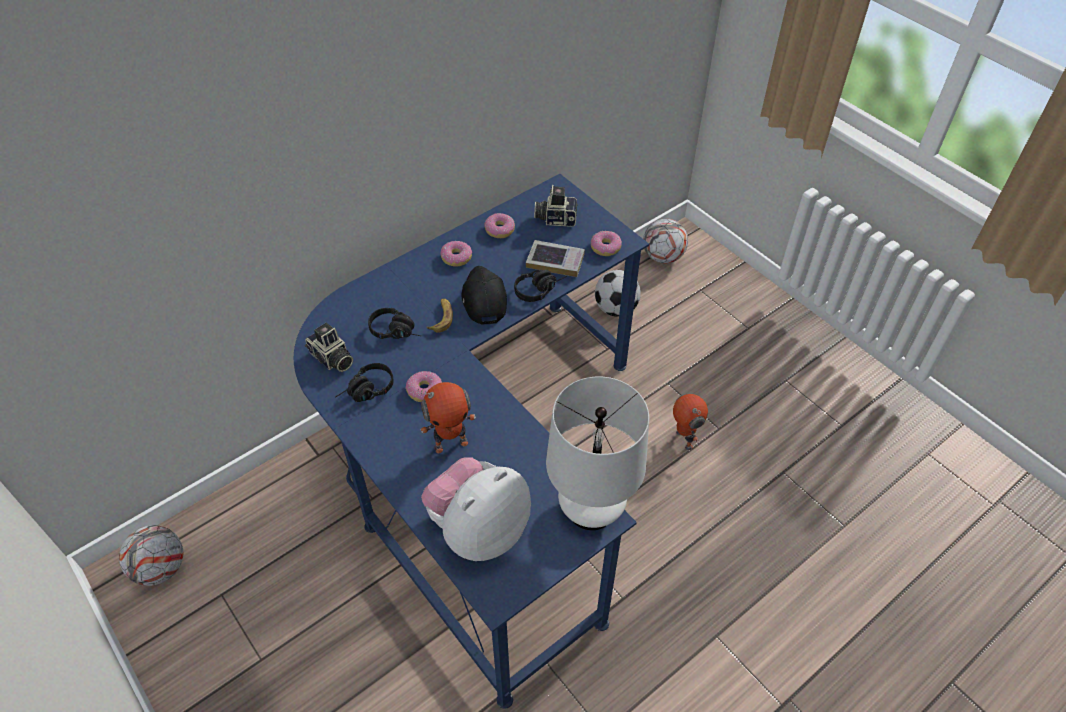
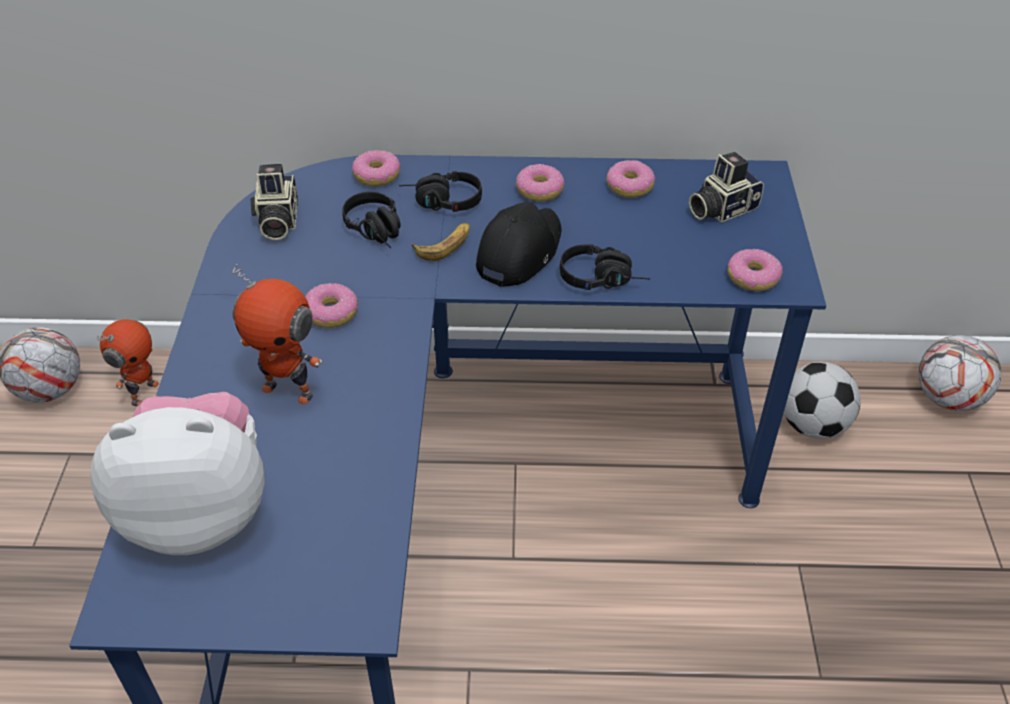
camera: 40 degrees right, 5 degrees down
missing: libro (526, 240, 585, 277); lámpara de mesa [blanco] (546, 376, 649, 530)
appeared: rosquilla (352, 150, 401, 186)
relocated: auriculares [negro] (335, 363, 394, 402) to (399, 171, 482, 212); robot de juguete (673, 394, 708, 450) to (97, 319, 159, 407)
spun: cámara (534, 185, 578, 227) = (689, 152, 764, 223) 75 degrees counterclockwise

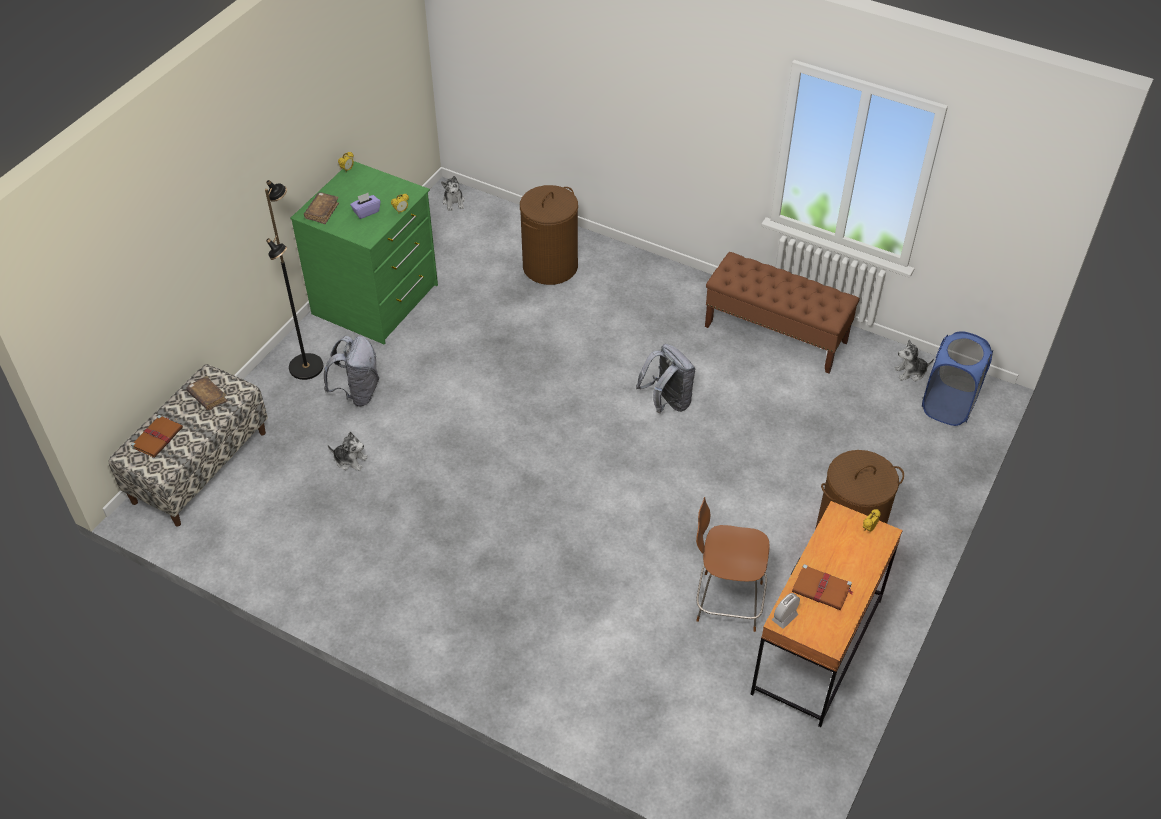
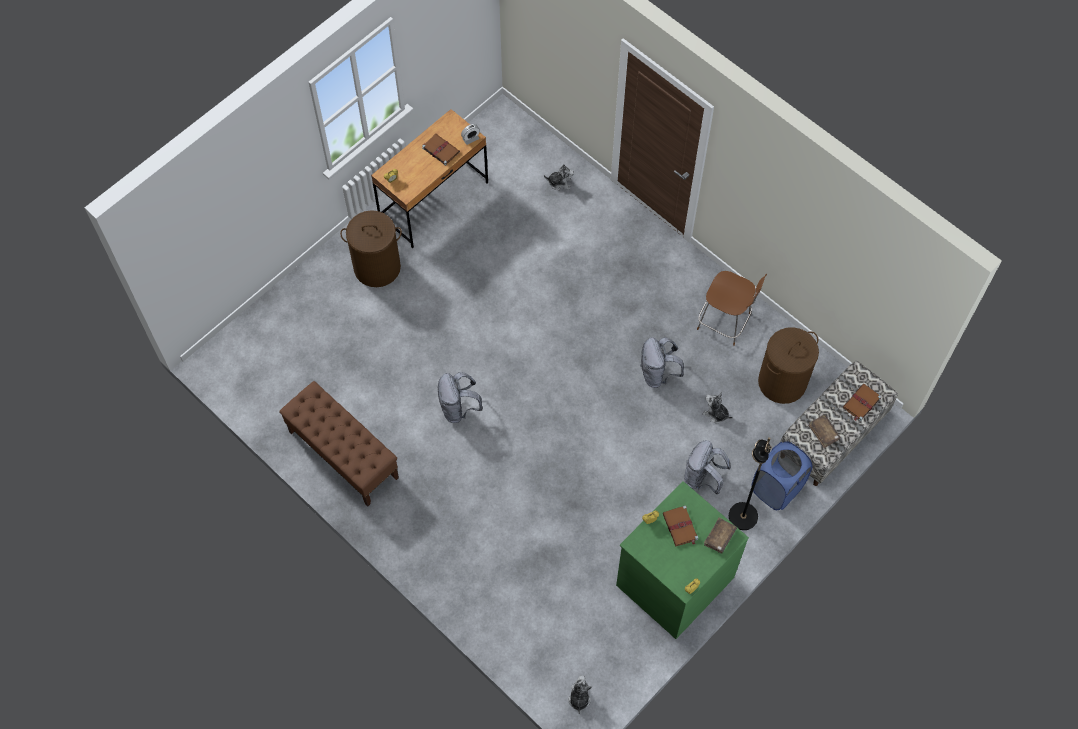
camera: 165 degrees left, 15 degrees up
appeared: mochila [gris] (640, 337, 684, 388)
relocated: cesto de la ropa [marrón] (520, 185, 578, 285) to (758, 327, 819, 404); silla [marrón] (696, 497, 770, 632) to (697, 271, 767, 346); peluche (895, 340, 934, 381) to (544, 164, 574, 191); cesto de la ropa [azul] (922, 331, 993, 426) to (752, 441, 812, 510)
exchanged: caja de pañuelos [morado] (350, 193, 381, 219) to libro [marrón] (663, 505, 698, 546)

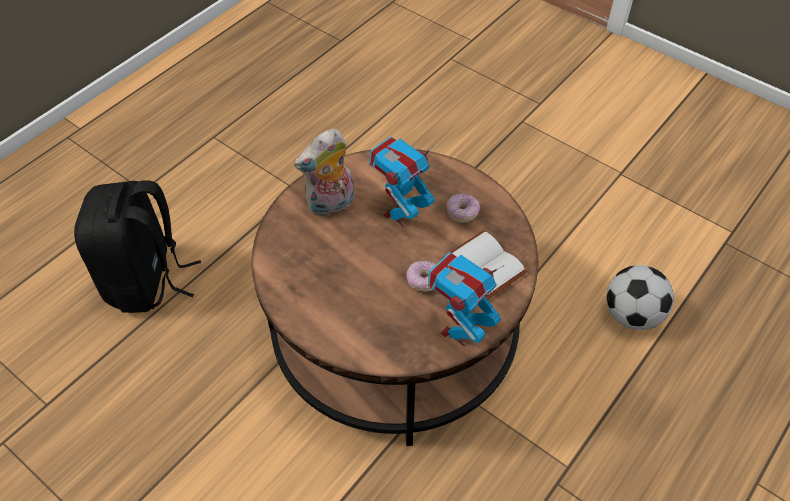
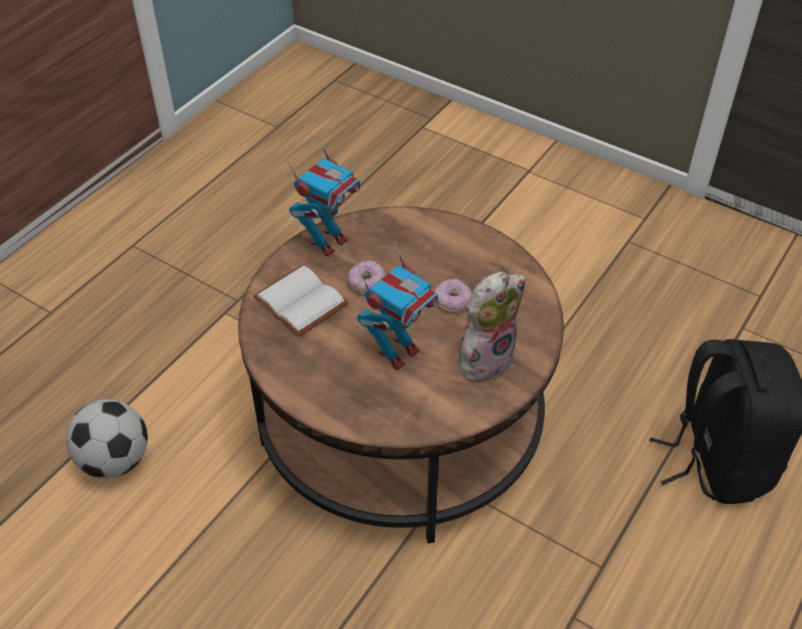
camera: 175 degrees right, 5 degrees down
relocated: rosquilla (447, 193, 480, 223) to (434, 279, 472, 313)

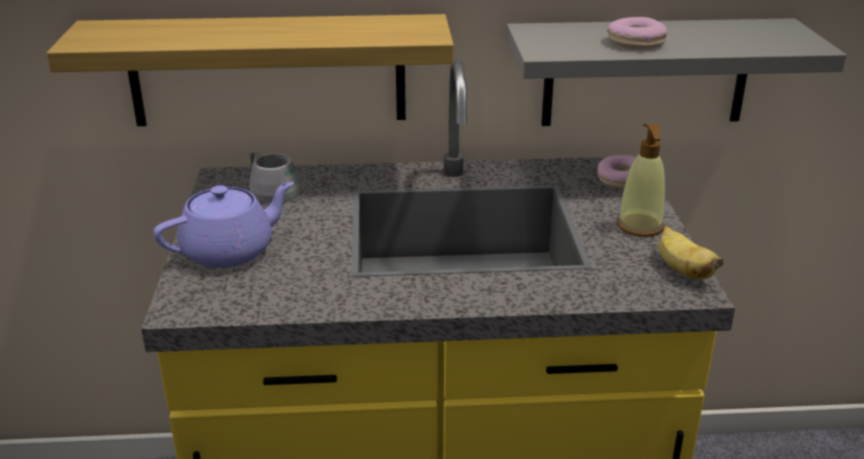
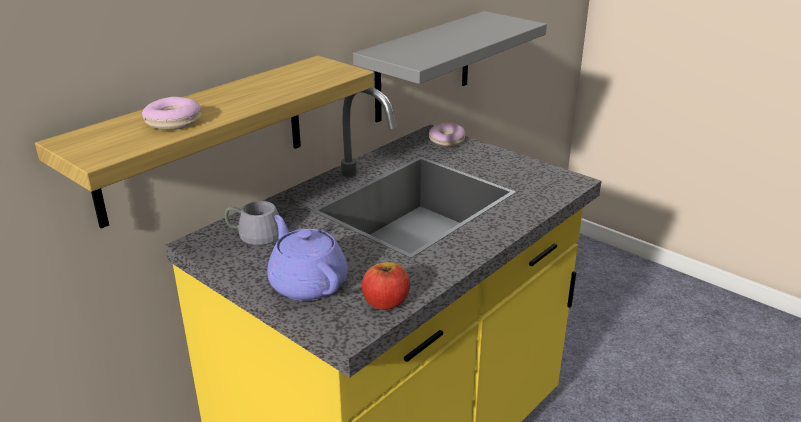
camera: 45 degrees left, 0 degrees up
missing: dispensador de jabón (617, 124, 665, 237); plátano (659, 227, 724, 280)
appeared: manzana (362, 262, 410, 310)
relocated: rosquilla (607, 17, 668, 49) to (142, 97, 201, 130)
spun: tetera [morado] (153, 182, 294, 268) = (267, 215, 348, 301) 45 degrees counterclockwise

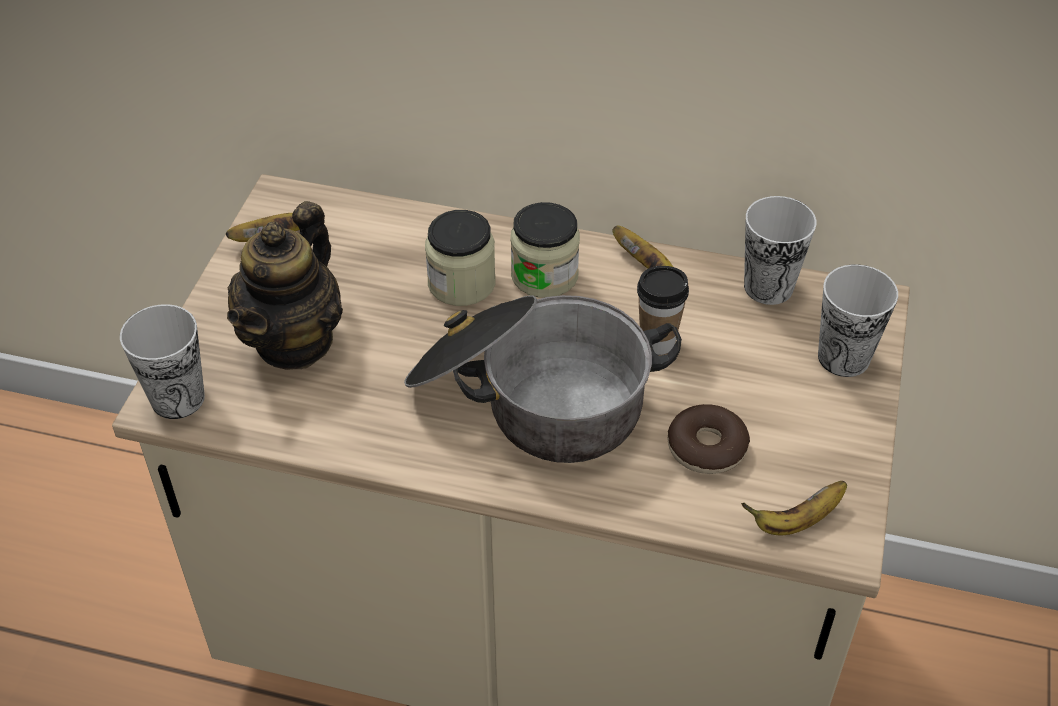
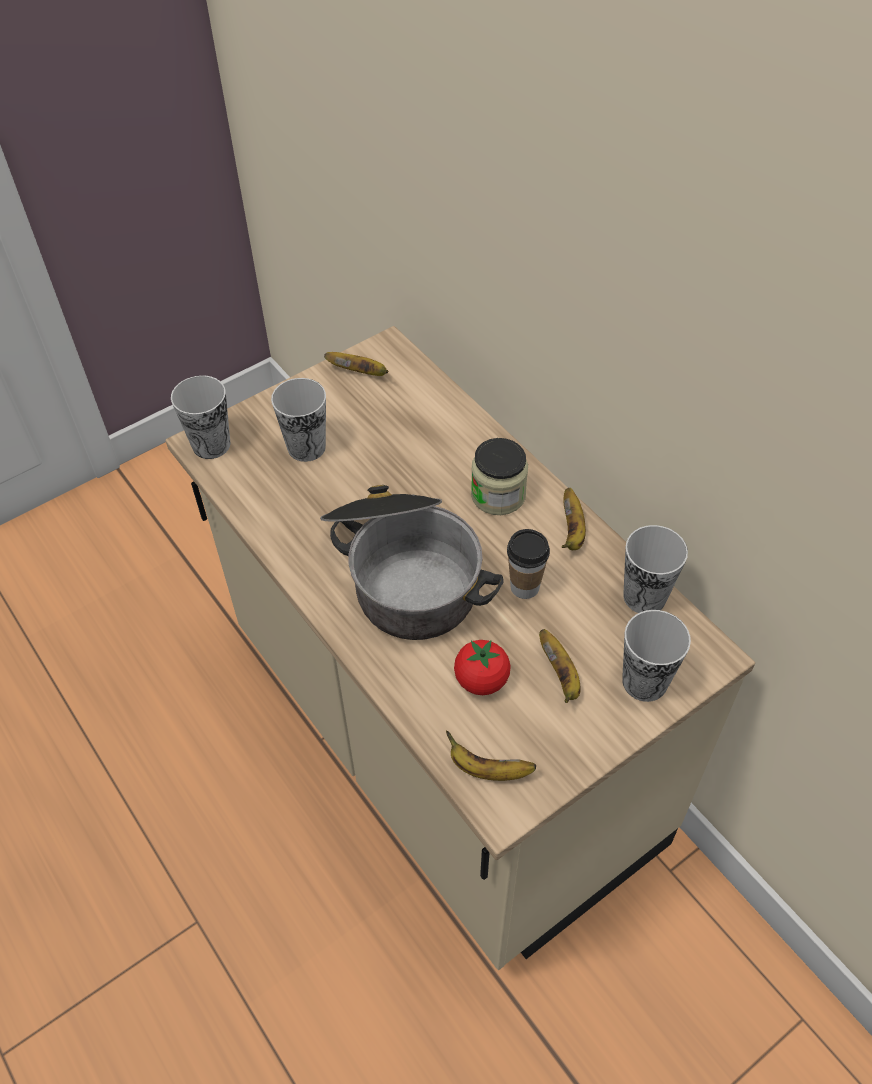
camera: 40 degrees right, 5 degrees up
missing: tarro (425, 210, 496, 306)
appeared: plátano (539, 629, 581, 703)
exchanged: tetera (227, 201, 343, 370) to taza (271, 378, 326, 462); rosquilla (667, 404, 750, 474) to tomate (454, 640, 511, 695)

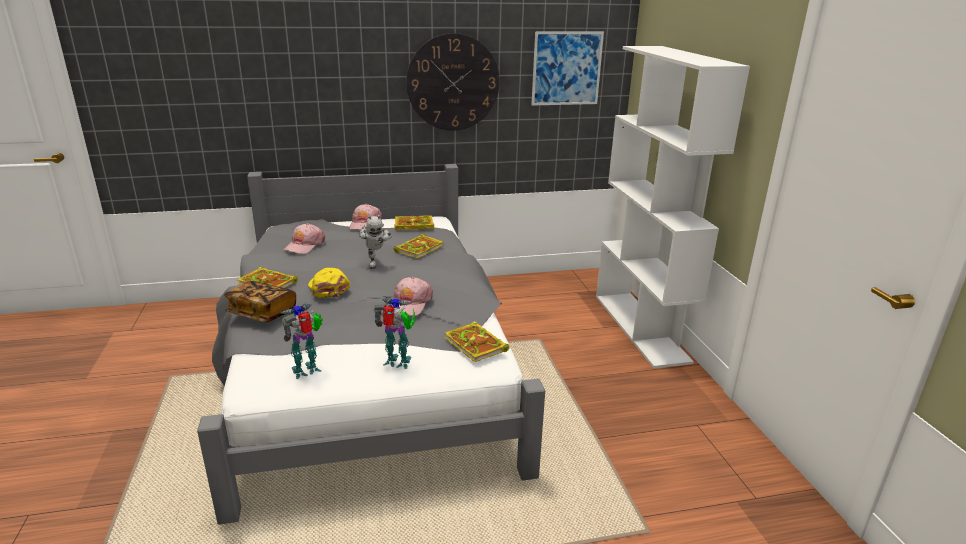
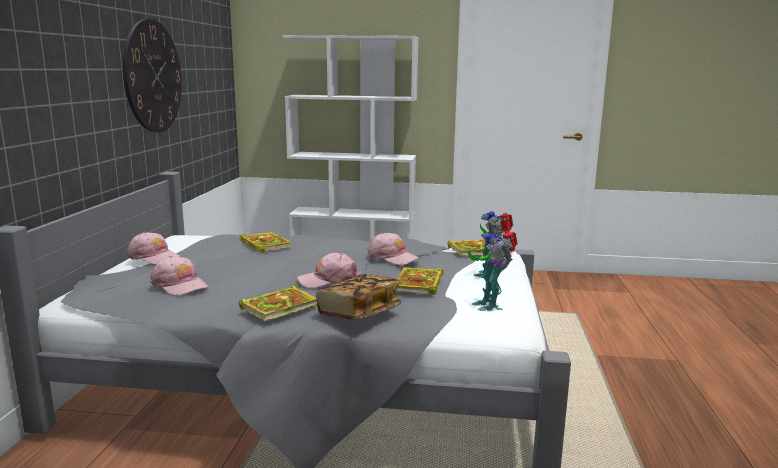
camera: 70 degrees left, 10 degrees down
missing: robot de juguete (359, 215, 392, 269); cuadro (531, 31, 604, 106)
relocated: libro (395, 215, 434, 230) to (395, 267, 444, 295)
colour: gorra [amarillo] (308, 268, 351, 298) to gorra [rosa] (297, 253, 360, 288)

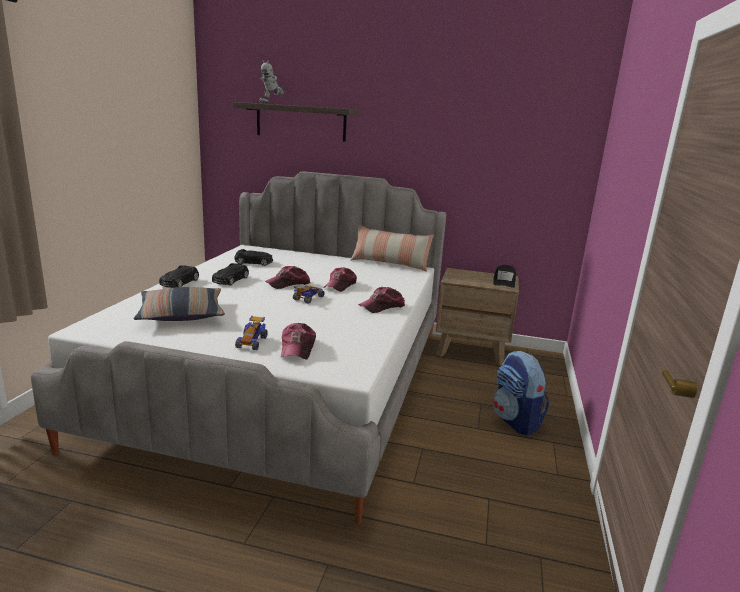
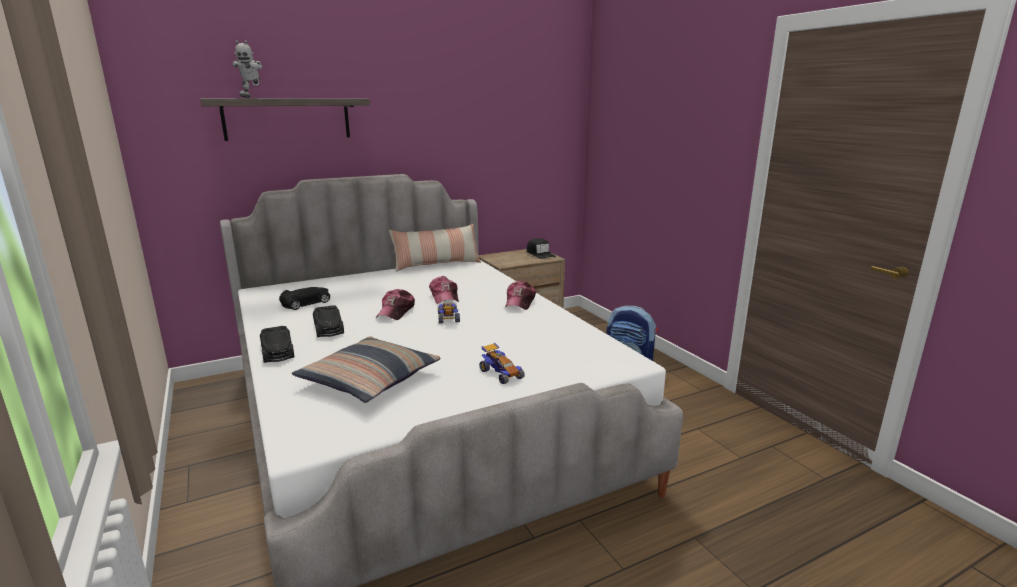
camera: 40 degrees left, 0 degrees up
missing: gorra (281, 323, 316, 359)

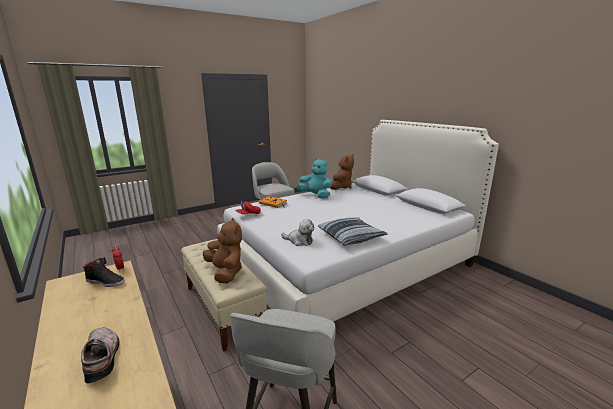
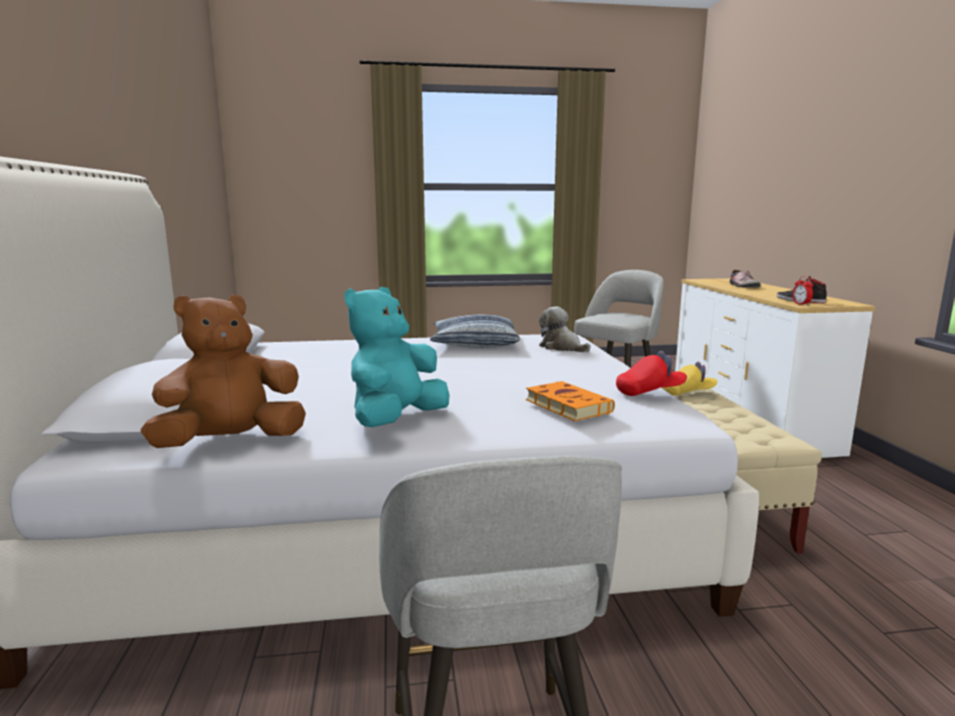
camera: 155 degrees left, 5 degrees down
exchanged: peluche [marrón] (203, 218, 242, 284) to gorra [amarillo] (662, 362, 717, 395)
spun: peluche [turquesa] (296, 158, 332, 199) = (344, 287, 449, 427) 60 degrees clockwise

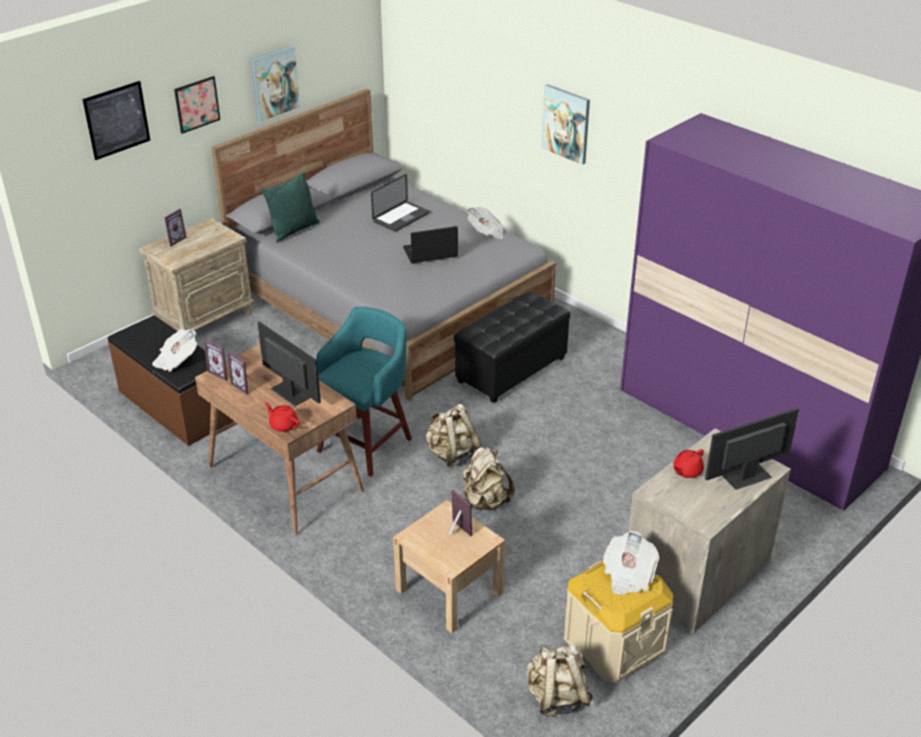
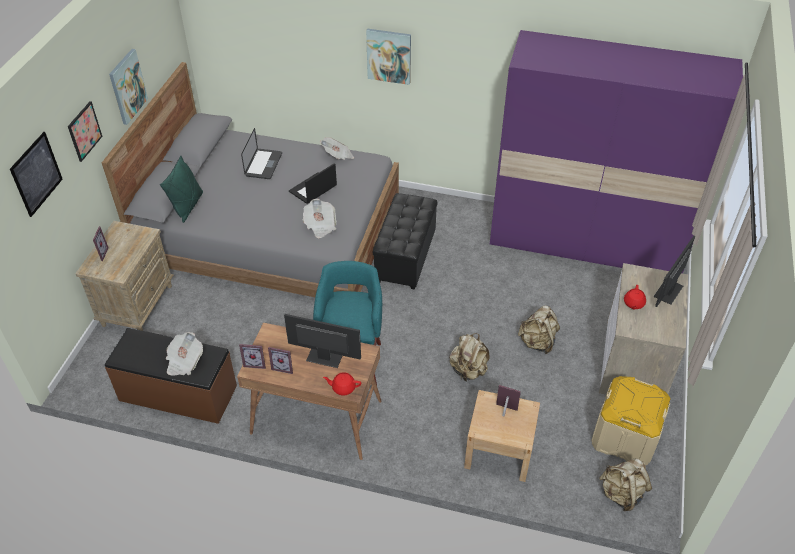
camera: 30 degrees left, 10 degrees up
relocated: mochila [beis] (425, 404, 482, 467) to (518, 306, 560, 354); periódico (602, 531, 659, 595) to (303, 199, 336, 238)

